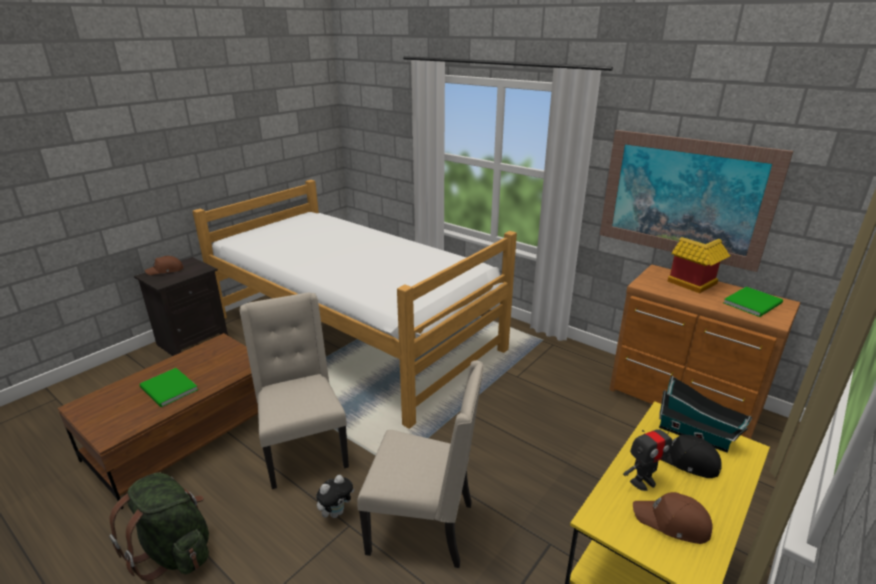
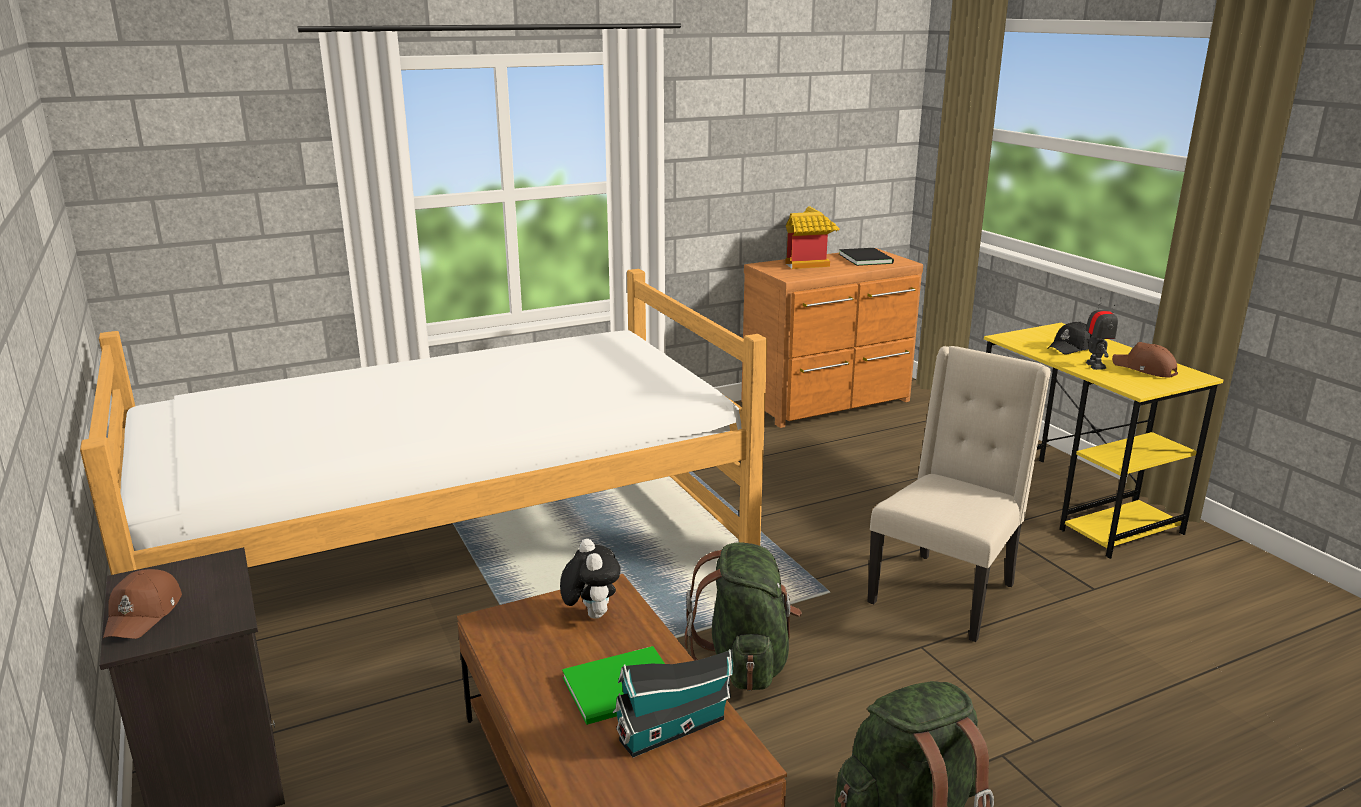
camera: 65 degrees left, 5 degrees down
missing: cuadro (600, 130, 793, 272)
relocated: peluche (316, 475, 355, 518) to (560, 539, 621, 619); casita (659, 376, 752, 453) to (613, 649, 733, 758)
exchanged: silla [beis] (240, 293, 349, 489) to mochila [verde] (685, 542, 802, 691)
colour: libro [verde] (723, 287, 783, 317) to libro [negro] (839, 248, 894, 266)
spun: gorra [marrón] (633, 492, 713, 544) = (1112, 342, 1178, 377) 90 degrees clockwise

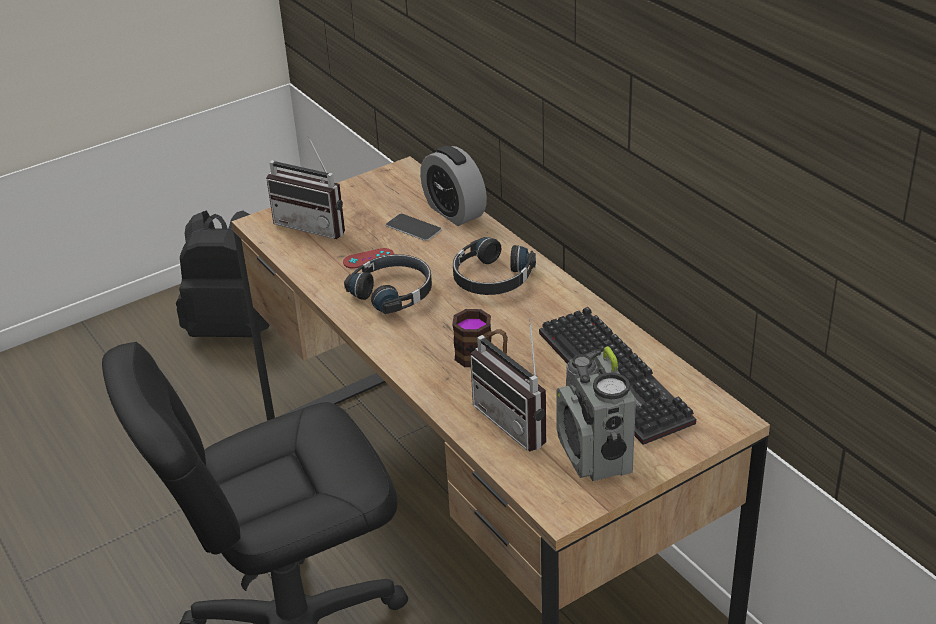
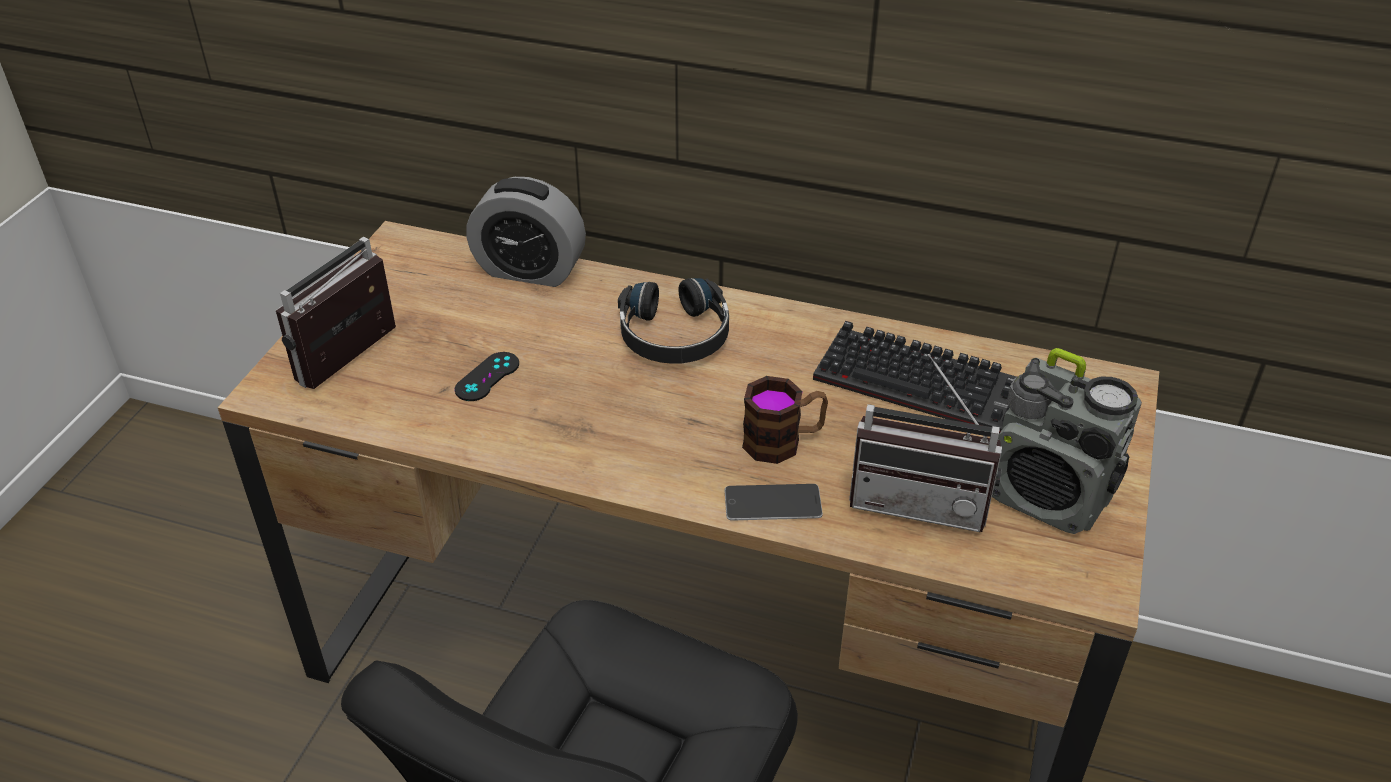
camera: 40 degrees left, 5 degrees up
missing: mochila [negro] (176, 210, 269, 337); auriculares [negro] (344, 254, 432, 314)
relocated: móvil (385, 214, 442, 241) to (725, 484, 823, 521)
colour: mando de consola [rojo] (343, 248, 394, 269) to mando de consola [negro] (454, 352, 519, 401)
spun: radio (266, 135, 345, 239) = (276, 237, 396, 389) 135 degrees clockwise

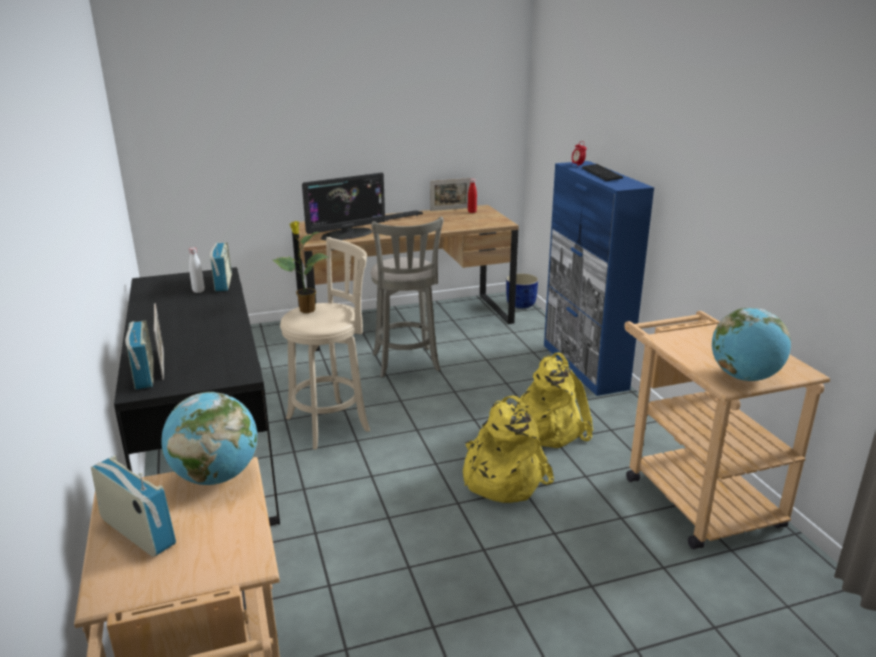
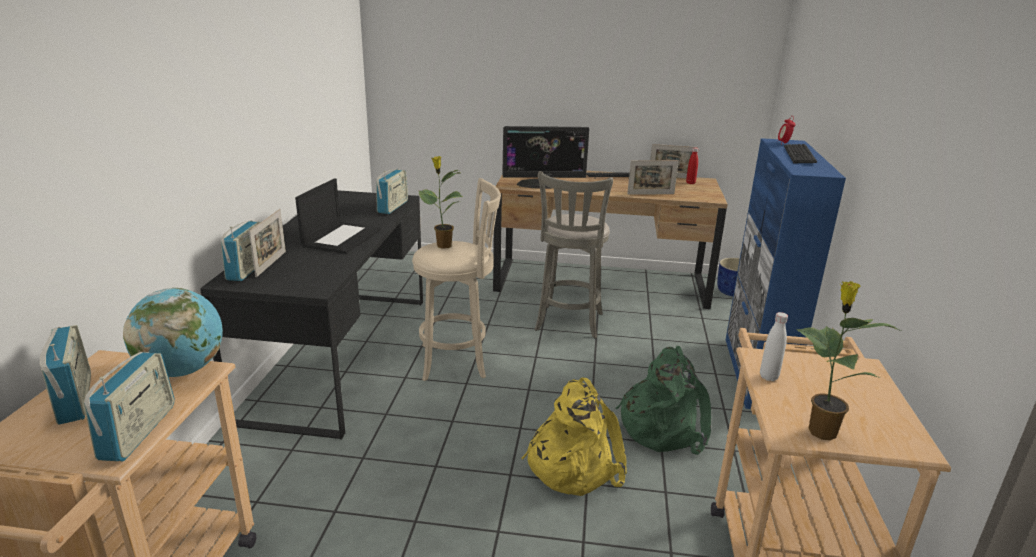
camera: 25 degrees right, 0 degrees up
appeared: radio (84, 352, 174, 462); portátil (295, 178, 381, 254); portarretratos (627, 160, 679, 195)
relocated: botella [blanco] (189, 247, 205, 293) to (760, 312, 788, 381)
exchanged: globo terráqueo (712, 308, 791, 381) to planta en maceta (796, 281, 902, 440)
colour: mochila [amarillo] (516, 352, 593, 448) to mochila [verde] (616, 346, 711, 455)

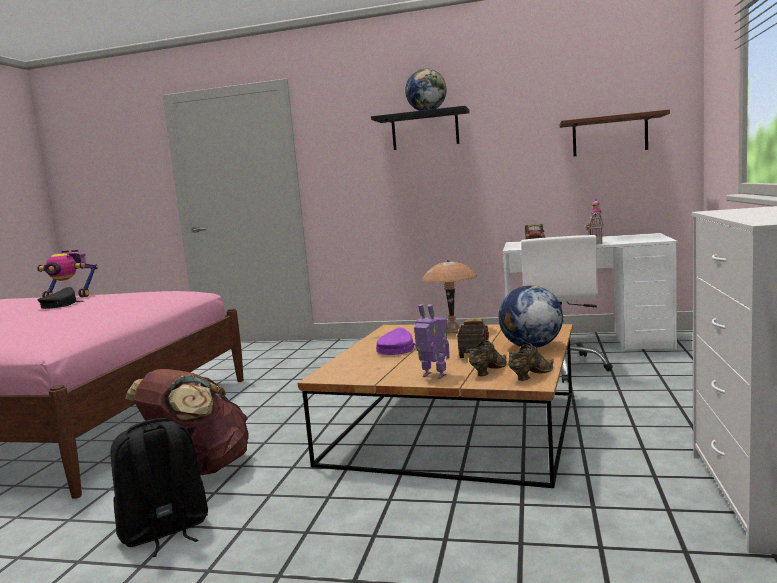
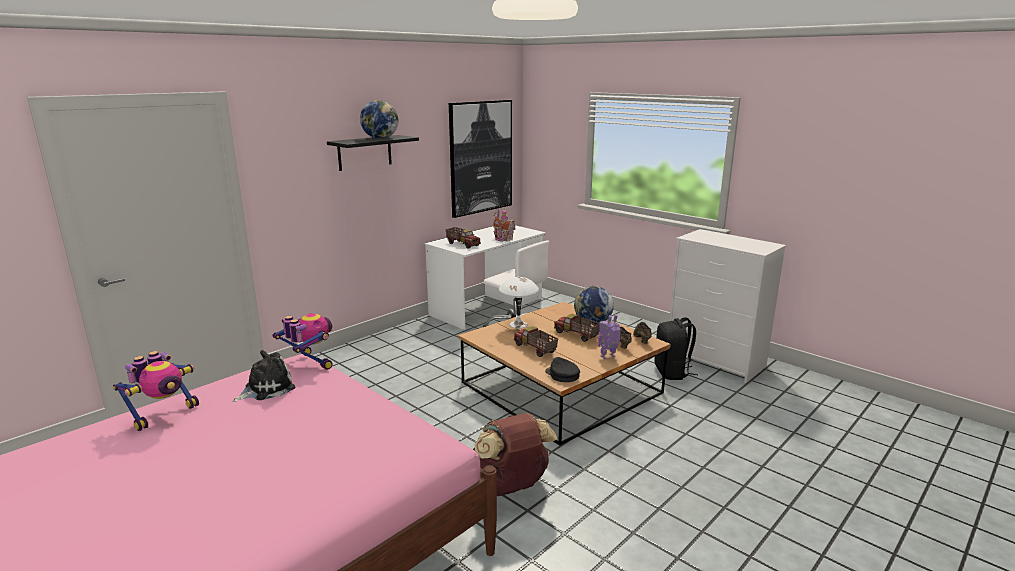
camera: 60 degrees left, 10 degrees up
appeared: peluche (233, 350, 295, 402); robot de juguete (273, 313, 333, 370)
relocated: gorra [negro] (38, 287, 84, 309) to (545, 357, 580, 382); mochila [negro] (110, 418, 208, 557) to (655, 317, 698, 380)
exchanged: gorra [morado] (376, 327, 415, 355) to camión de juguete (514, 326, 558, 357); estante [marrón] (560, 109, 670, 156) to cuadro (449, 100, 512, 218)
colour: lámpara de mesa [marrón] (422, 259, 477, 333) to lámpara de mesa [blanco] (499, 276, 539, 329)

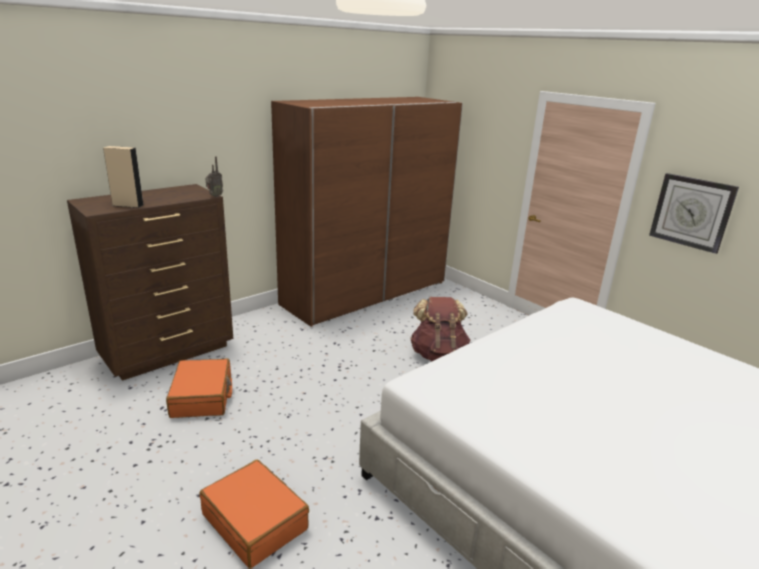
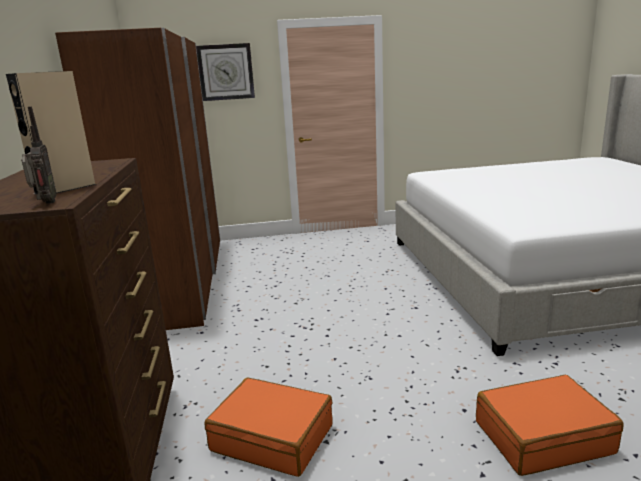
camera: 55 degrees left, 5 degrees down
missing: mochila [marrón] (410, 297, 470, 361)
relocated: radio (205, 157, 223, 197) to (21, 106, 56, 204); reloj de pared (649, 173, 739, 254) to (196, 43, 255, 101)

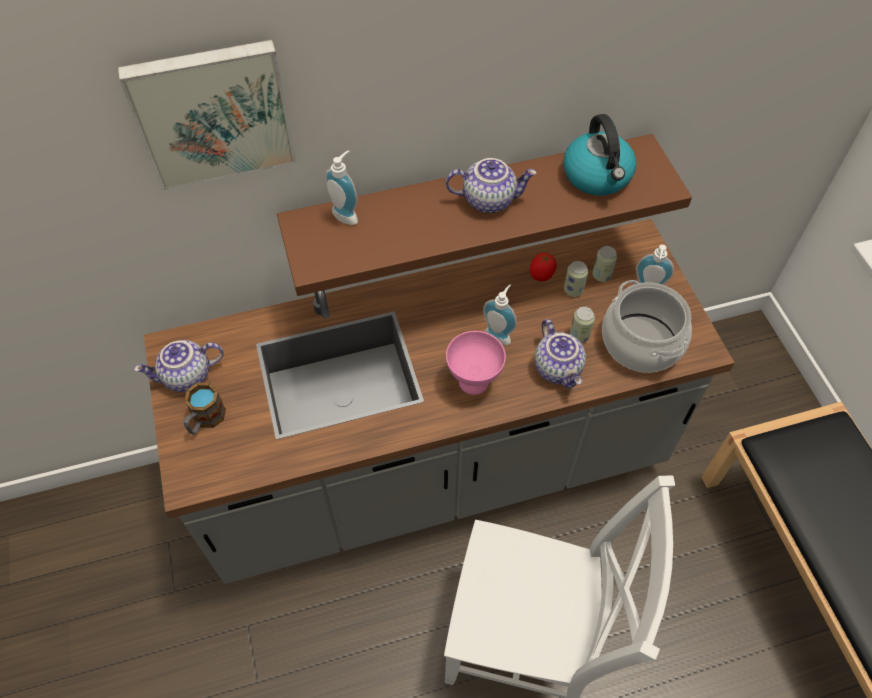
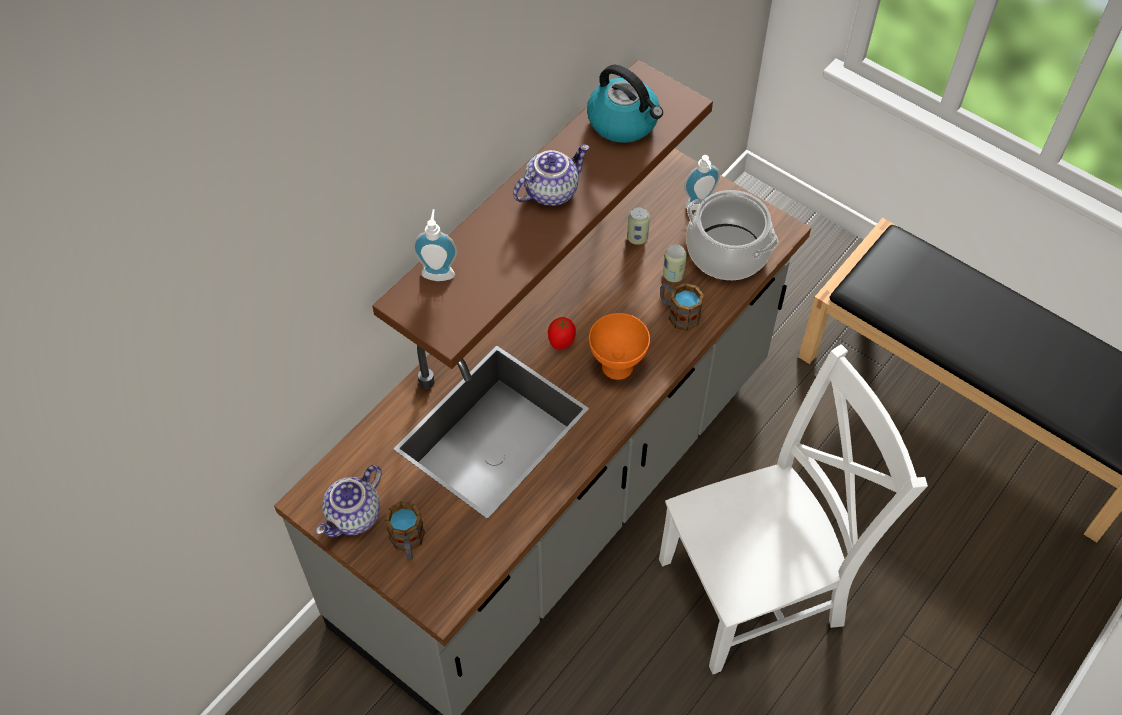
camera: 35 degrees left, 0 degrees up
missing: cuadro (118, 40, 297, 191); dispensador de jabón (483, 284, 517, 345); lata (593, 246, 617, 282)
relocated: tomate (530, 253, 557, 281) to (548, 317, 576, 349)
exchanged: tetera (534, 319, 586, 388) to taza grande (660, 283, 704, 331)
colour: cuenco [rosa] (446, 331, 506, 395) to cuenco [naranja] (589, 313, 650, 380)

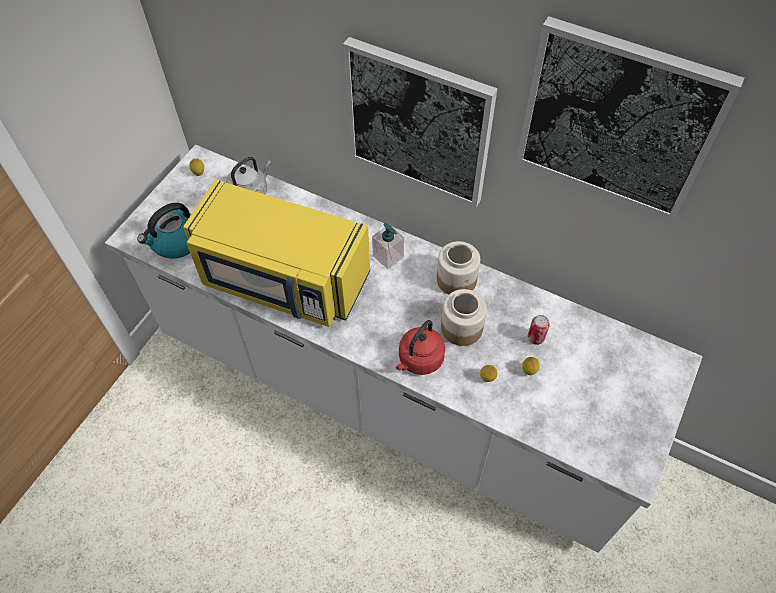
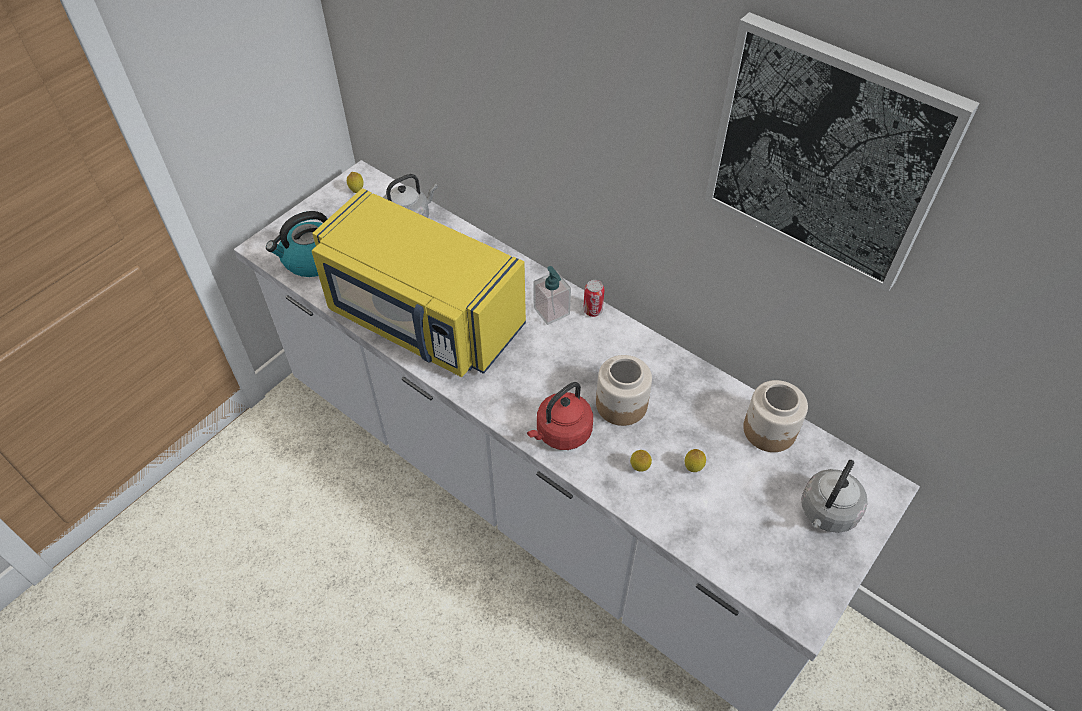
camera: 10 degrees right, 5 degrees down
missing: cuadro (343, 37, 498, 207)
appeared: hervidor [gris] (801, 460, 868, 533)
relocated: tarro (437, 241, 480, 295) to (743, 380, 808, 452); lata (528, 315, 550, 345) to (583, 280, 605, 317)

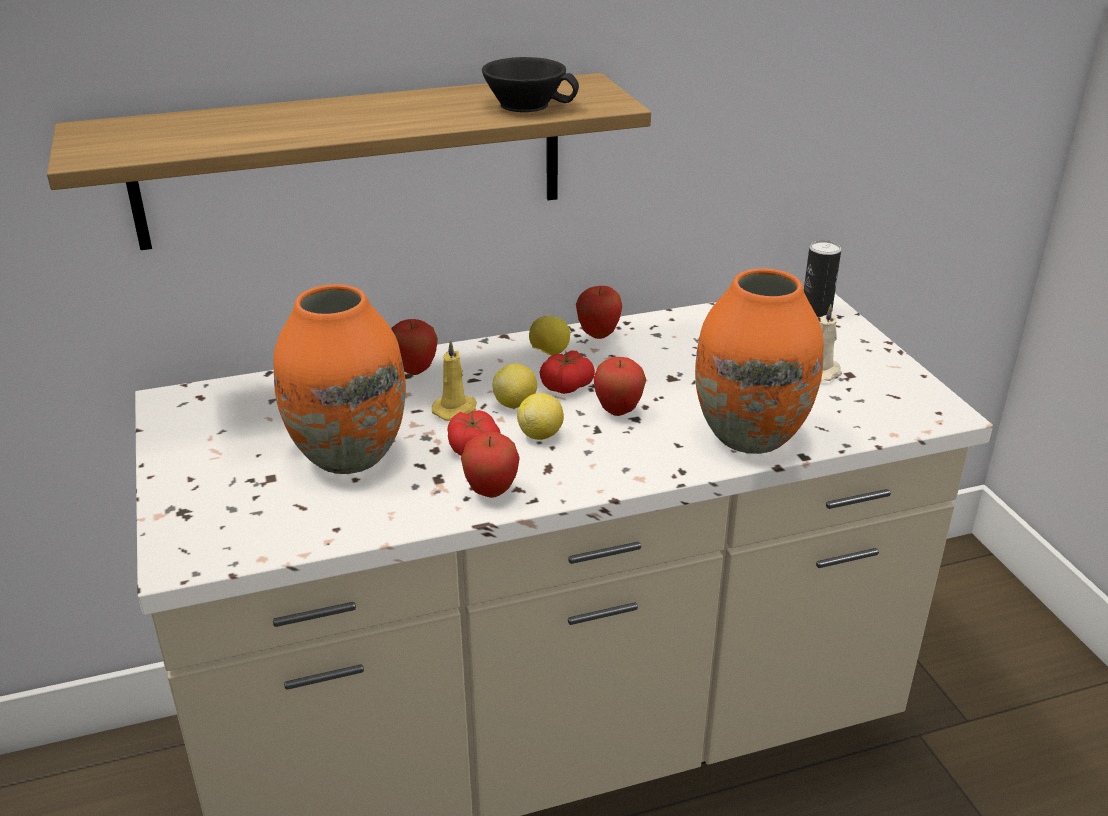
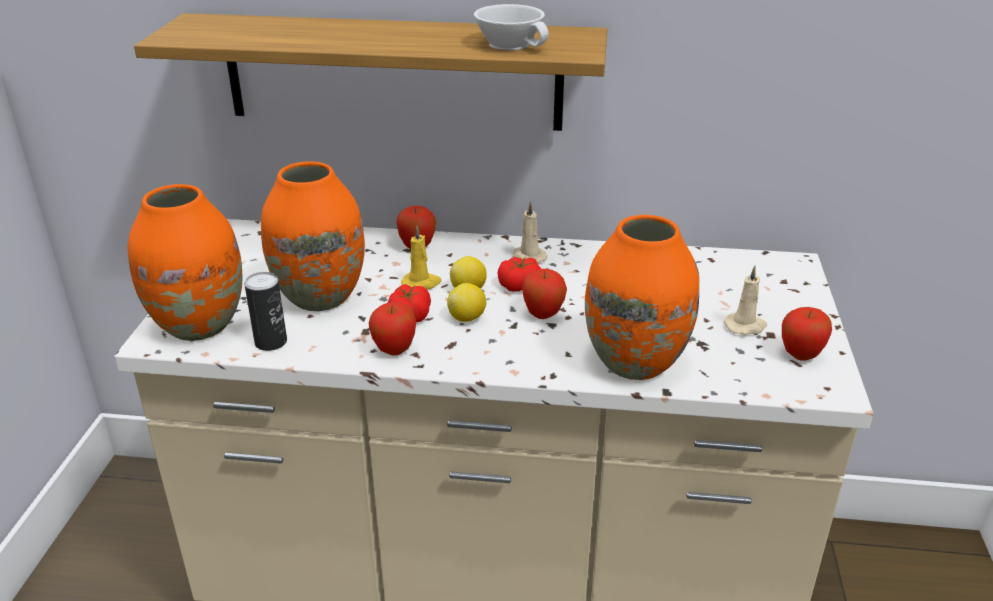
camera: 25 degrees right, 0 degrees up
appeared: florero [naranja] (128, 184, 242, 341)
relocated: manzana (576, 286, 622, 339) to (782, 307, 832, 361); lata (804, 240, 841, 317) to (244, 272, 287, 351)
exchanged: limón (529, 316, 570, 356) to vela [beis] (513, 201, 547, 263)
colour: taza [negro] (482, 57, 579, 112) to taza [blanco] (474, 4, 549, 50)

